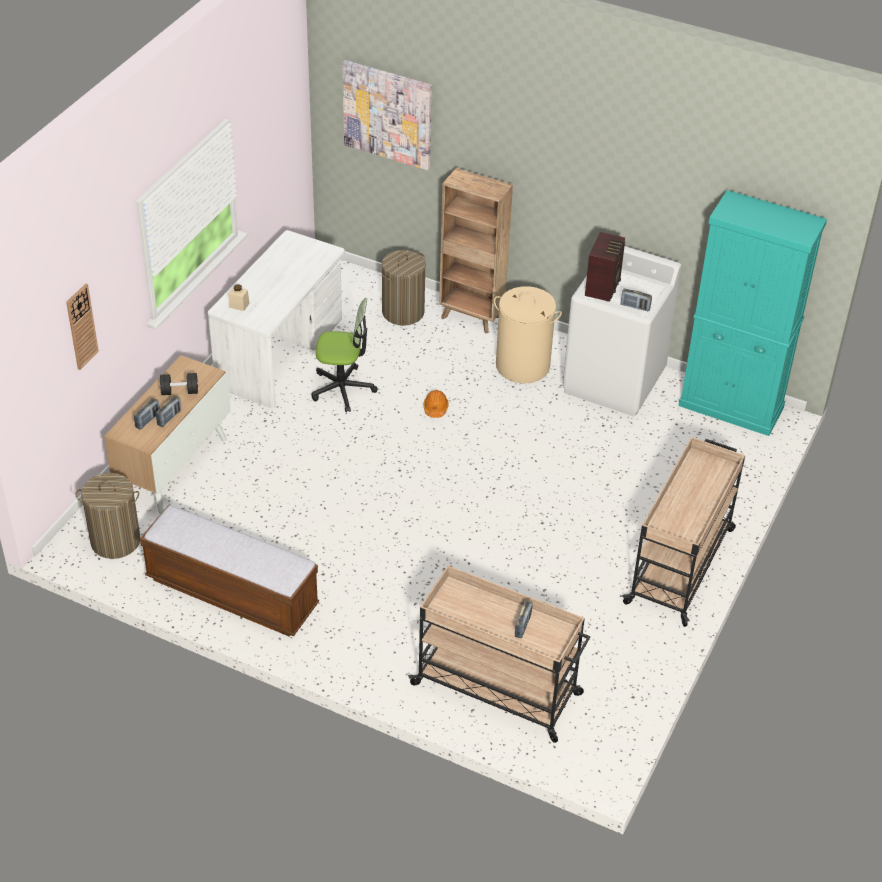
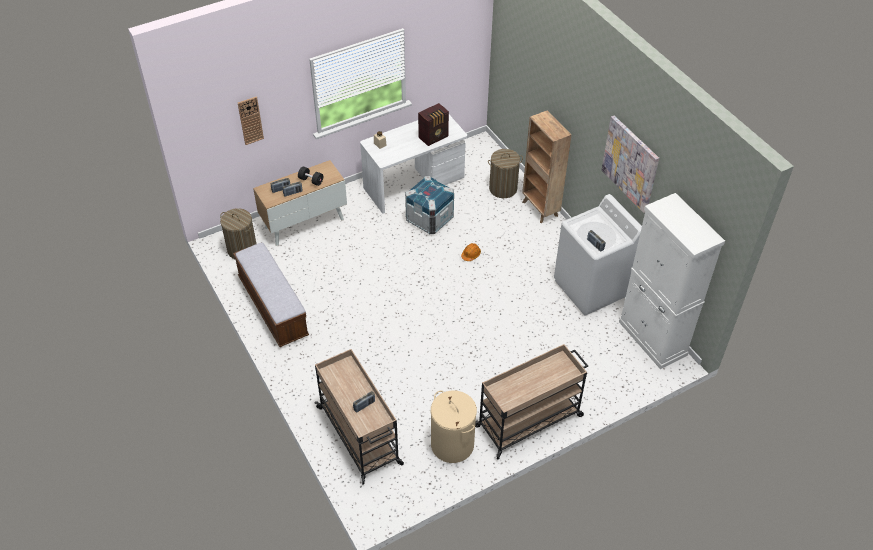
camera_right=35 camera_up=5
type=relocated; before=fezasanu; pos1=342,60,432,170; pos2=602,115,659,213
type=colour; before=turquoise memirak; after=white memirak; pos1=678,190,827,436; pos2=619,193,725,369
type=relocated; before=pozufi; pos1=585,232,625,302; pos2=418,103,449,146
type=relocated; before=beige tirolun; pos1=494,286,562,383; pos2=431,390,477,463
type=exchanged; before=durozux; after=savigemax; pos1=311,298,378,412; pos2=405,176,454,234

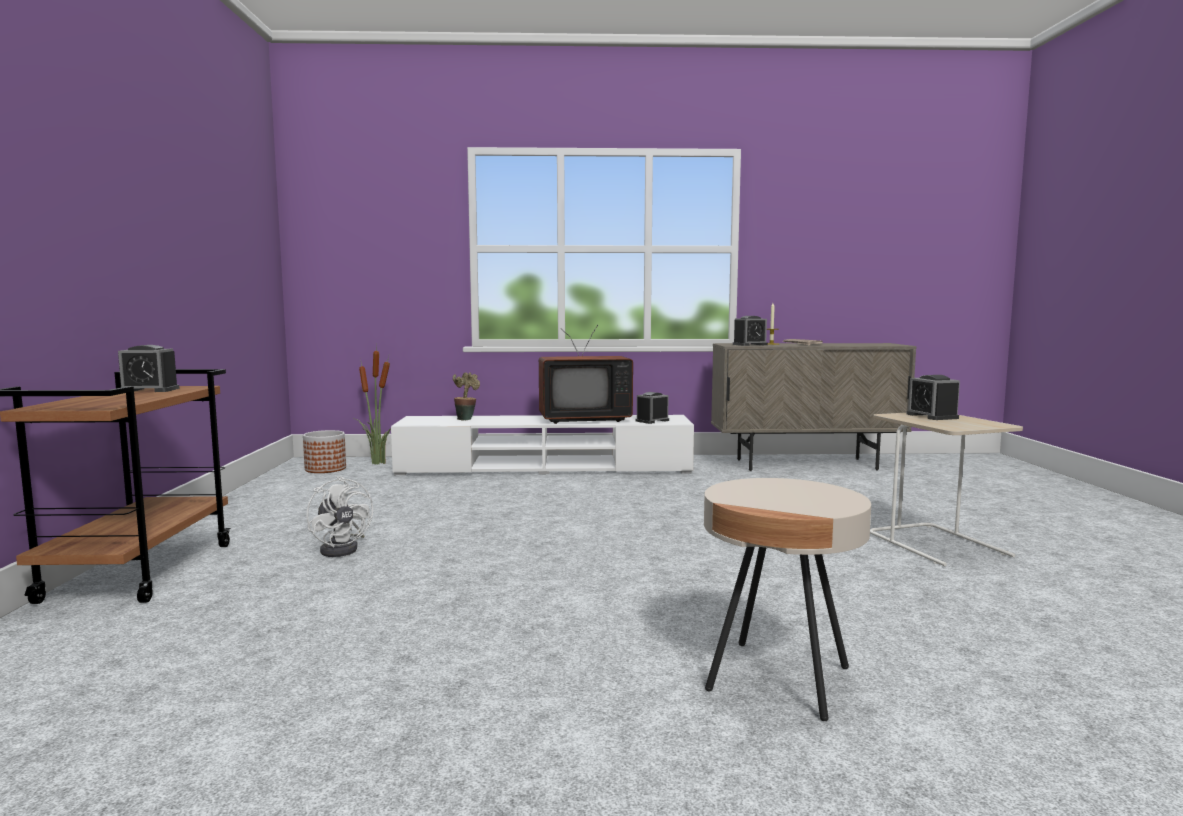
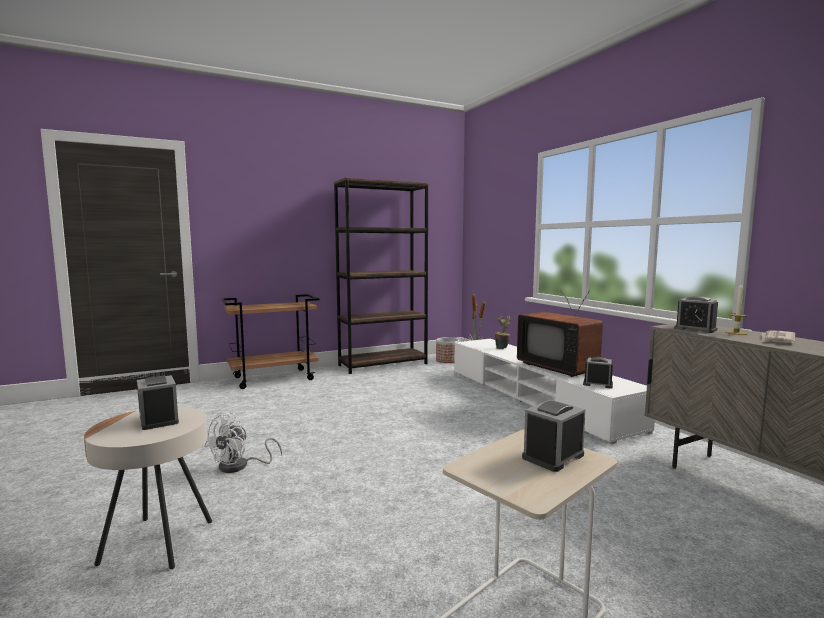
camera_right=65 camera_up=0
type=relocated; before=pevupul; pos1=118,345,179,392; pos2=137,375,179,430
type=relocated; before=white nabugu; pos1=306,476,373,557; pos2=204,413,282,473
type=appeared; after=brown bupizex; pos2=334,177,429,374

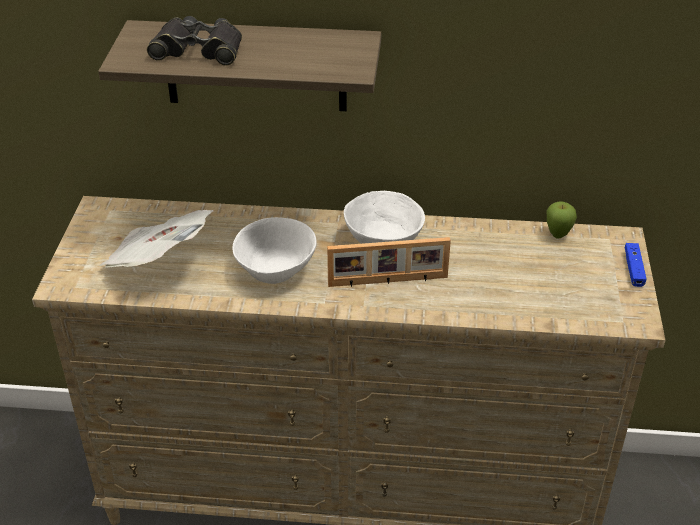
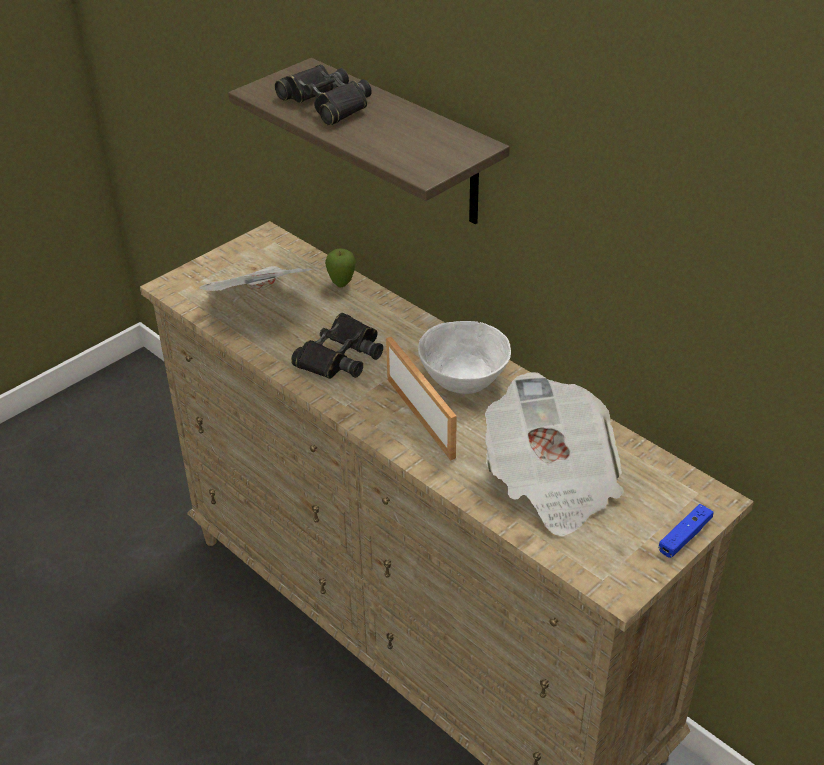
camera_right=40 camera_up=0
type=relocated; before=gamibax; pos1=547,201,577,239; pos2=325,248,356,287
type=exchanged; before=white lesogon; after=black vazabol; pos1=232,217,317,284; pos2=291,313,383,379
type=spun; before=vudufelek; pos1=327,237,451,287; pos2=386,337,457,461; turn=-150
type=appeared; after=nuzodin; pos2=485,372,624,537

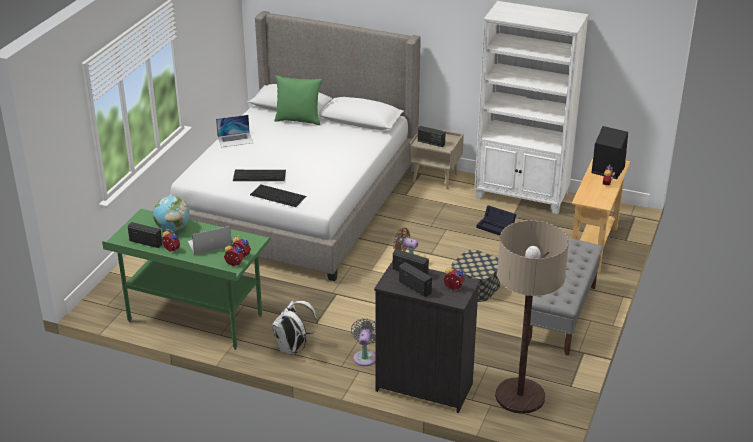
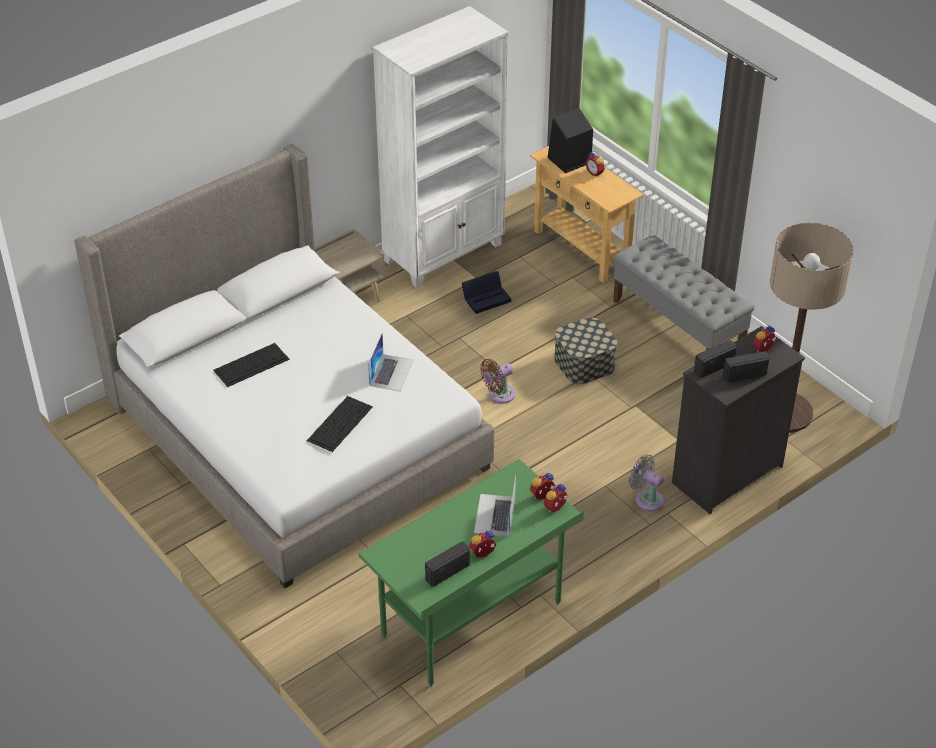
camera_right=-60 camera_up=10
type=missing; before=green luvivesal; pos1=274,75,322,125
type=relocated; before=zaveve; pos1=216,115,253,147; pos2=368,334,413,392
type=missing; before=pozufi; pos1=418,126,446,147
type=relocated; before=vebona; pos1=250,185,307,207; pos2=213,343,290,387
type=missing; before=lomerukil; pos1=153,196,189,231
type=missing; before=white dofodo; pos1=272,301,318,355

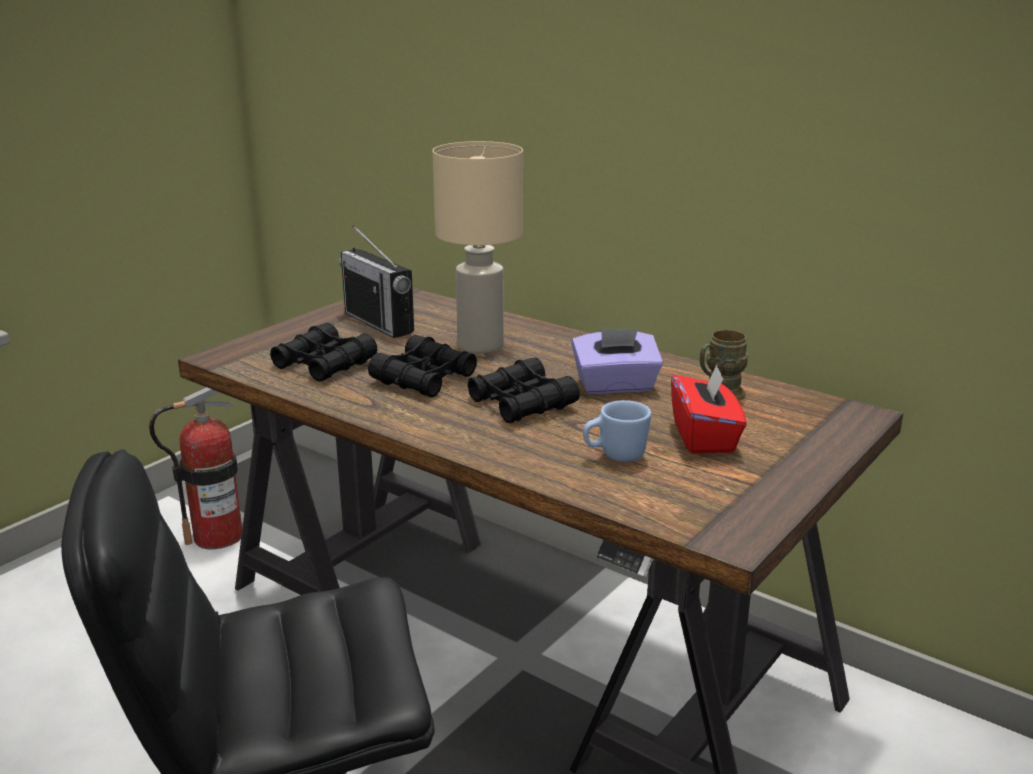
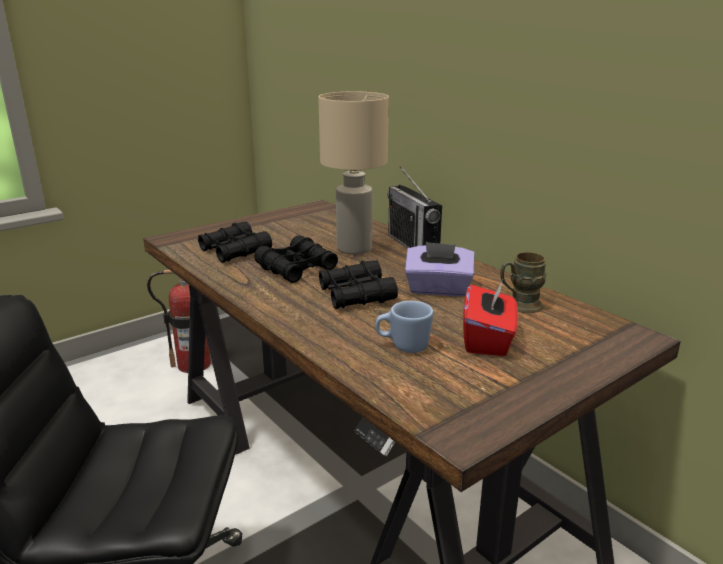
camera_right=15 camera_up=0
type=relocated; before=pozufi; pos1=339,225,414,338; pos2=387,166,442,248

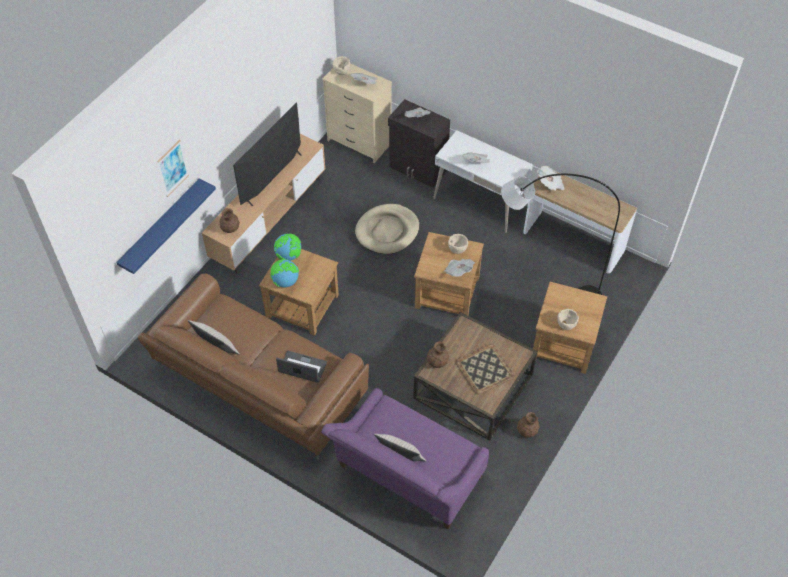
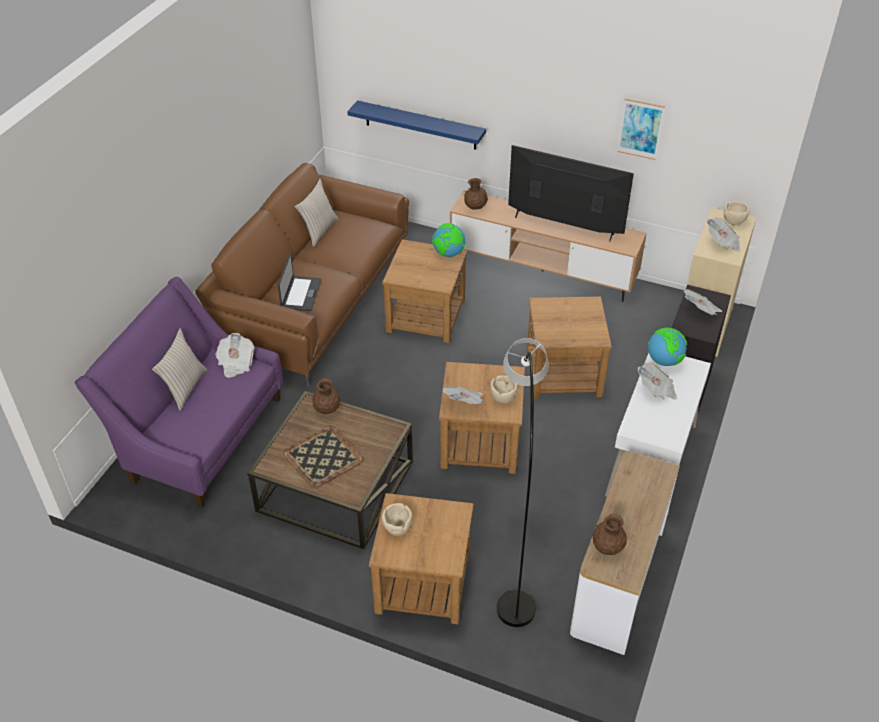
camera_right=80 camera_up=-10
type=relocated; before=fezasanu; pos1=157,140,189,197; pos2=617,98,665,160
type=relocated; before=nuzodin; pos1=537,166,565,191; pos2=216,333,254,378
type=exchanged; before=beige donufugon; after=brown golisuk; pos1=355,204,419,254; pos2=527,296,612,399
type=relocated; before=lomerukil; pos1=270,259,299,288; pos2=648,328,687,366
type=relocated; before=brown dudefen; pos1=517,412,540,438; pos2=592,514,627,555

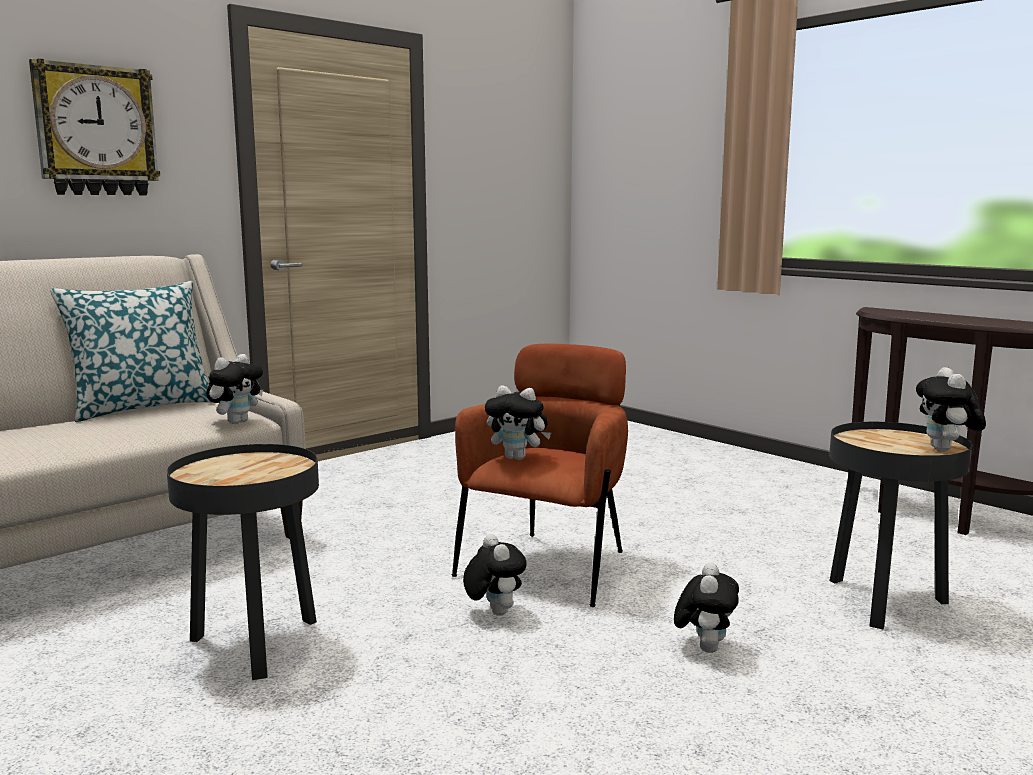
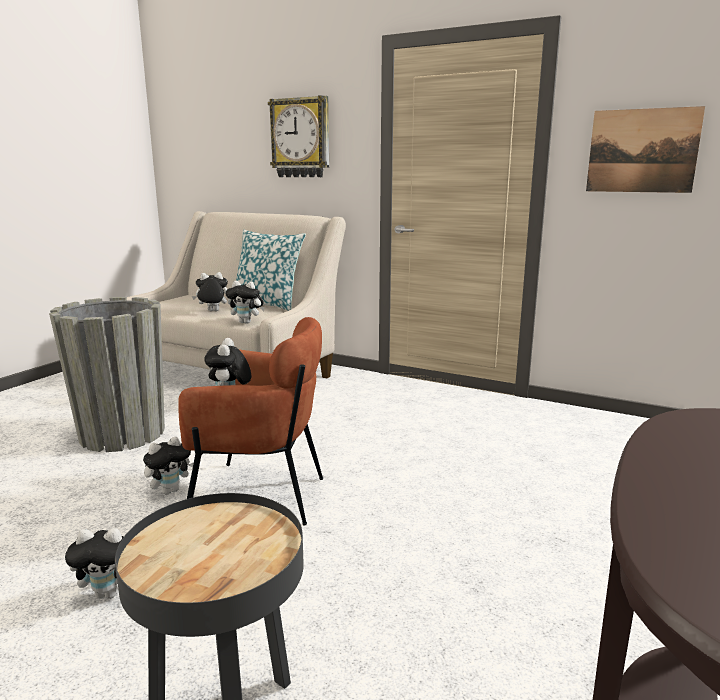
camera_right=70 camera_up=5
type=relocated; before=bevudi; pos1=916,367,986,452; pos2=192,272,228,311
type=exchanged; before=black golisuk; after=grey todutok; pos1=167,444,319,680; pos2=49,297,165,452
type=appeared; after=fezasanu; pos2=586,106,705,193

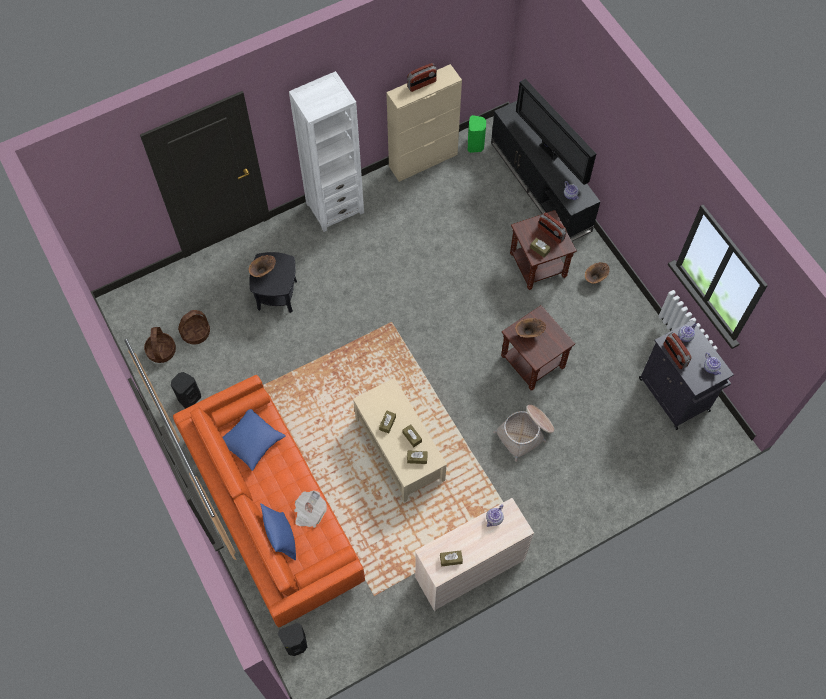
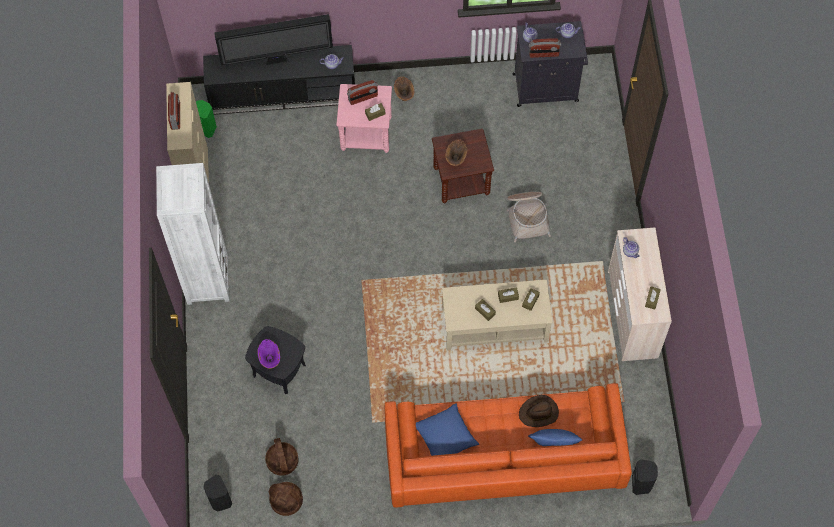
camera_right=-65 camera_up=0
type=colour; before=brown golisuk; after=pink golisuk; pos1=510,210,577,290; pos2=336,84,392,153
type=colour; before=brown dudefen; after=purple dudefen; pos1=249,255,276,278; pos2=257,339,280,369
type=relocated; before=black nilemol; pos1=171,372,201,409; pos2=203,475,232,512
type=exchanged; before=nuzodin; after=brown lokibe; pos1=294,491,327,528; pos2=519,395,559,427

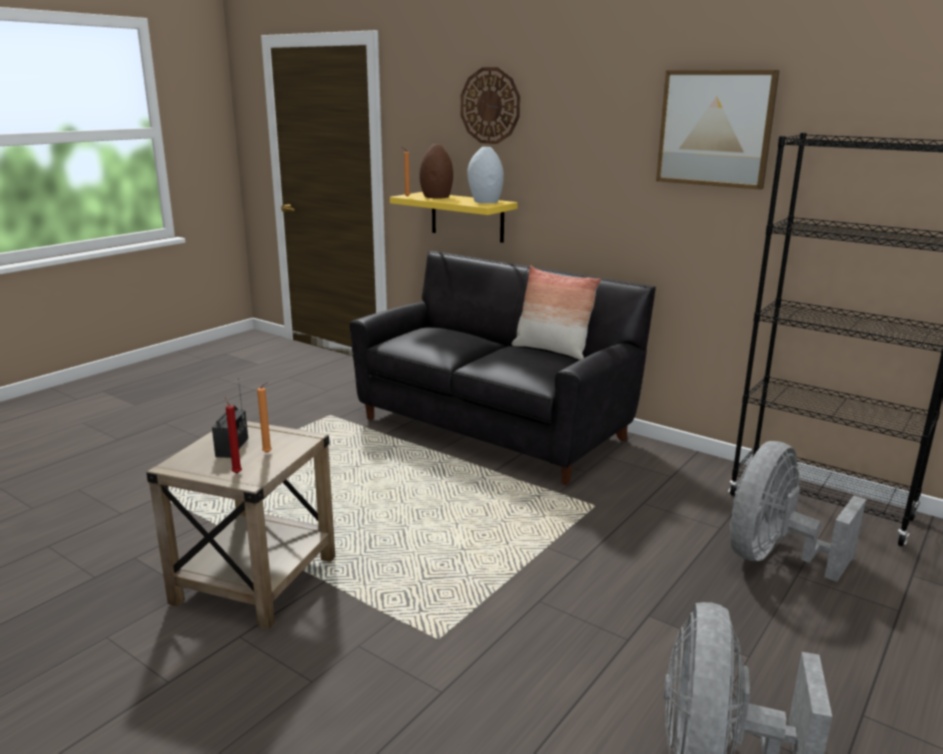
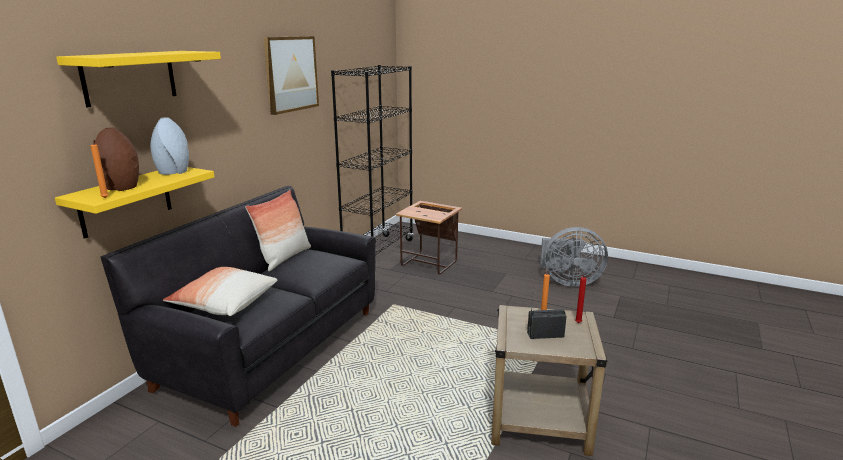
camera_right=-100 camera_up=0
type=exchanged; before=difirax; after=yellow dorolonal; pos1=460,67,520,144; pos2=56,51,221,108
type=exchanged; before=grey nabugu; after=golisuk; pos1=730,441,866,582; pos2=396,201,462,274
type=appeared; after=luvivesal; pos2=163,267,278,316

